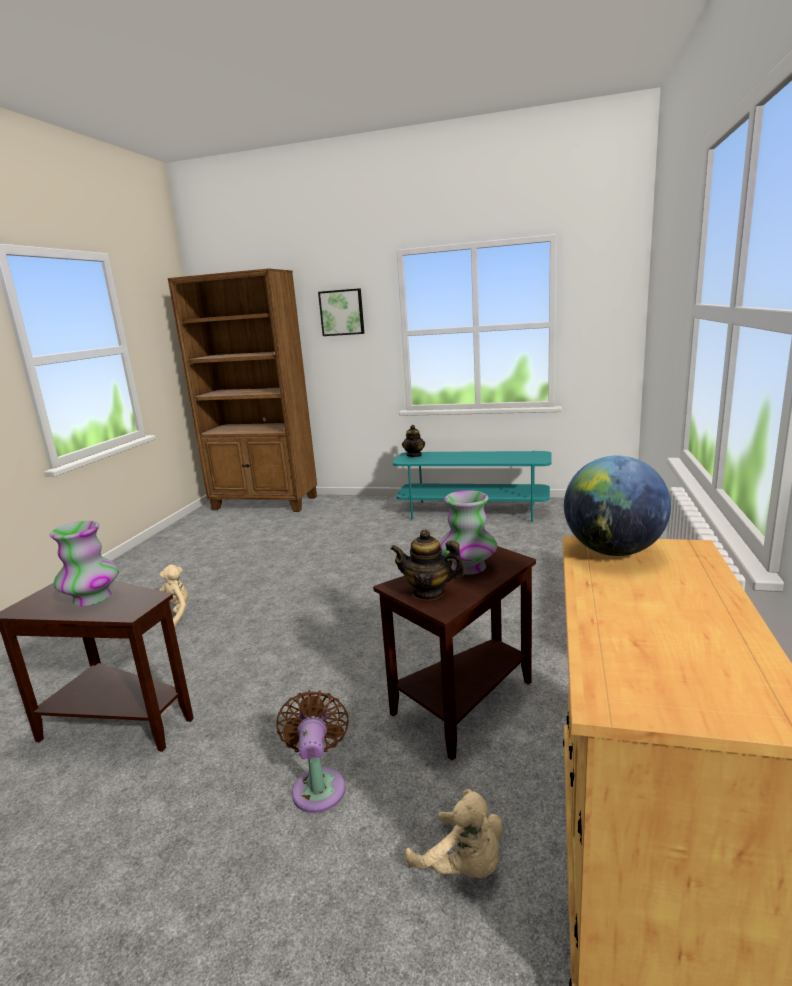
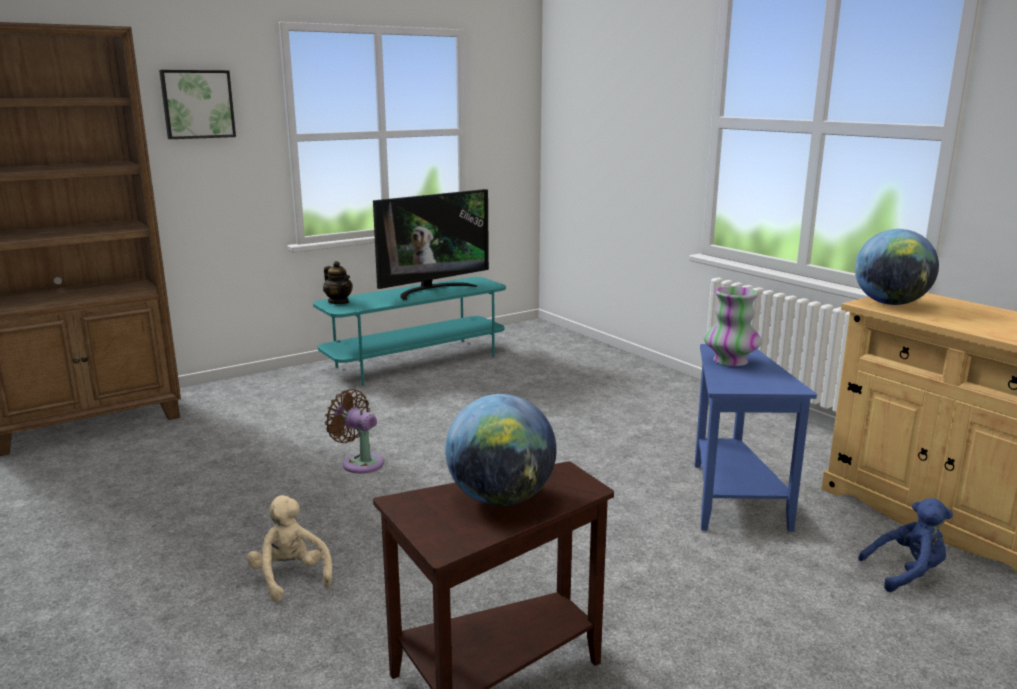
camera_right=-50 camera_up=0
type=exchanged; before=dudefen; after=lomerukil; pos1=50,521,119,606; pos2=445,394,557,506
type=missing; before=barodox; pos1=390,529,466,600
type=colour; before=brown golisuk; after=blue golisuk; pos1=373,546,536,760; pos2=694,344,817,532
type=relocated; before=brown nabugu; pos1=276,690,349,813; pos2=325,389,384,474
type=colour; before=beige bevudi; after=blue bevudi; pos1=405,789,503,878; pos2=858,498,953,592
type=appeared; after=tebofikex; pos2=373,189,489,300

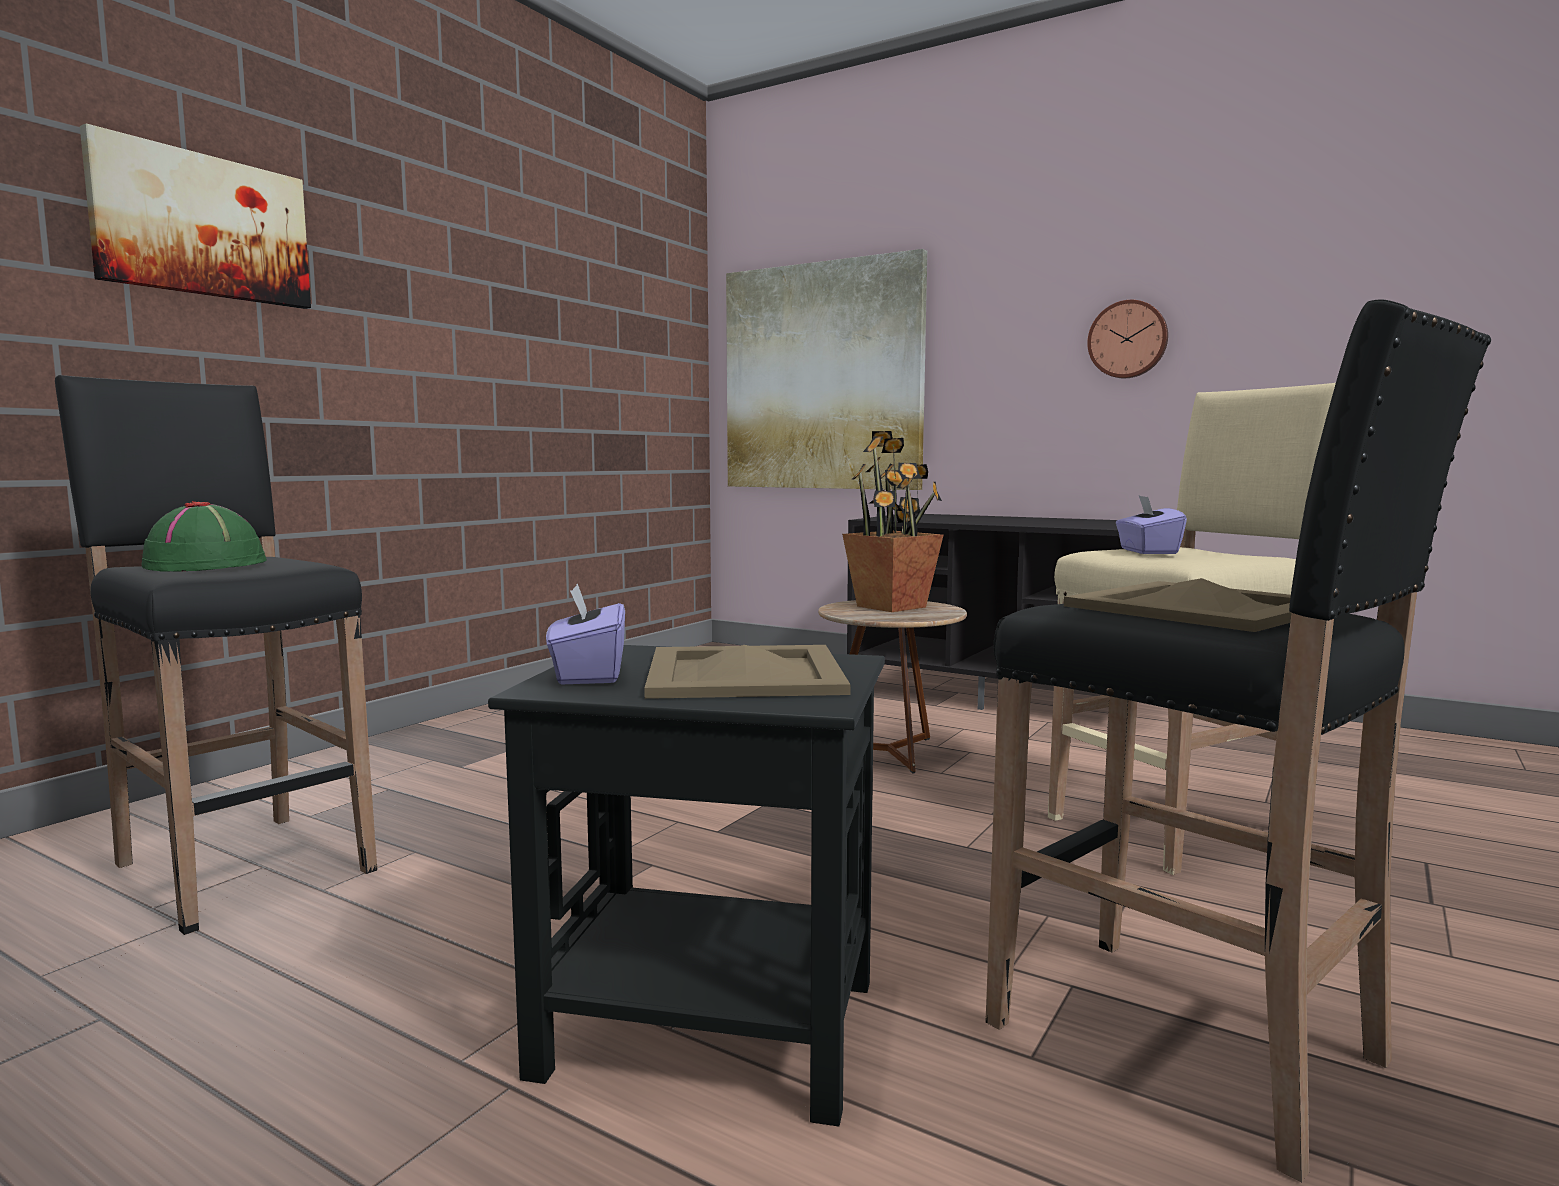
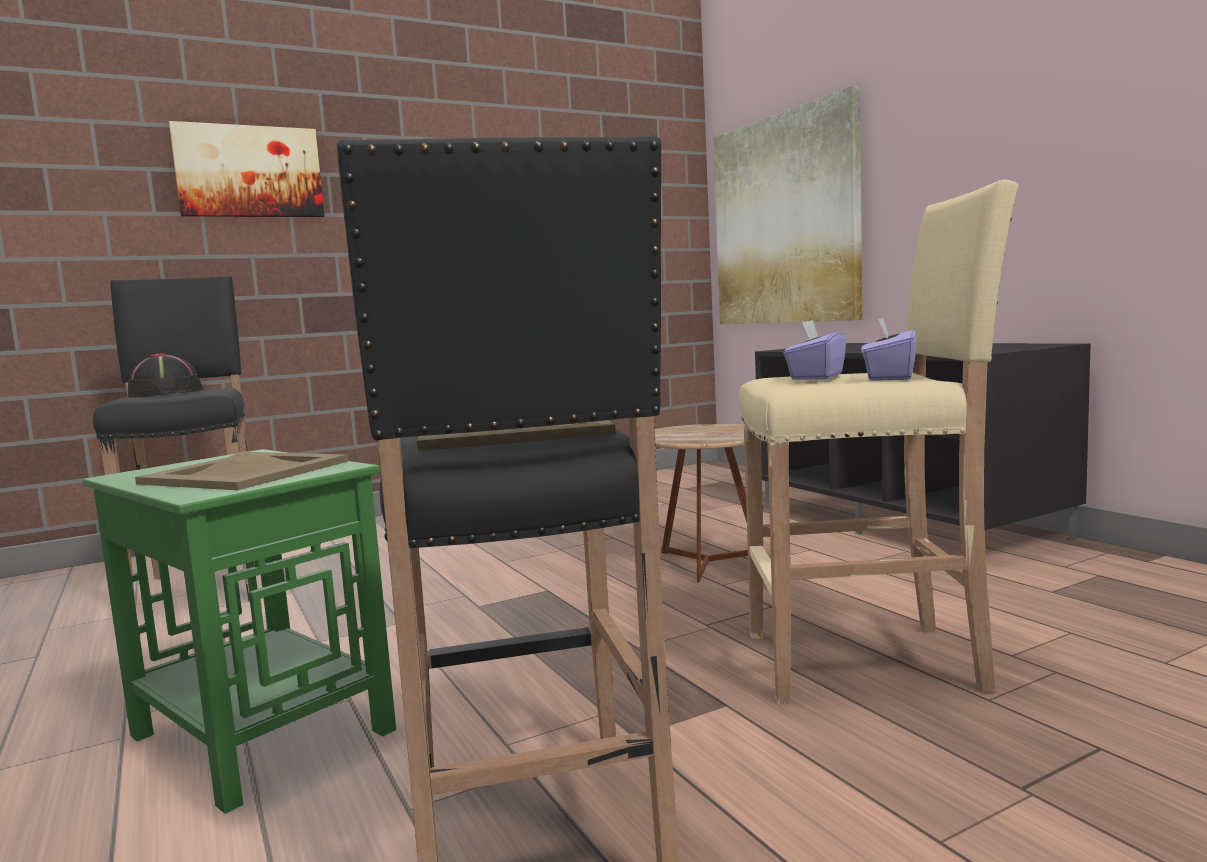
camera_right=30 camera_up=0
type=missing; before=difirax; pos1=1087,300,1168,378
type=missing; before=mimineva; pos1=842,431,943,612
type=colour; before=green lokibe; after=black lokibe; pos1=140,501,267,572; pos2=128,353,203,397
type=relocated; before=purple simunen; pos1=546,583,625,684; pos2=861,317,917,381
type=colour; before=black golisuk; after=green golisuk; pos1=488,645,885,1127; pos2=83,449,396,814

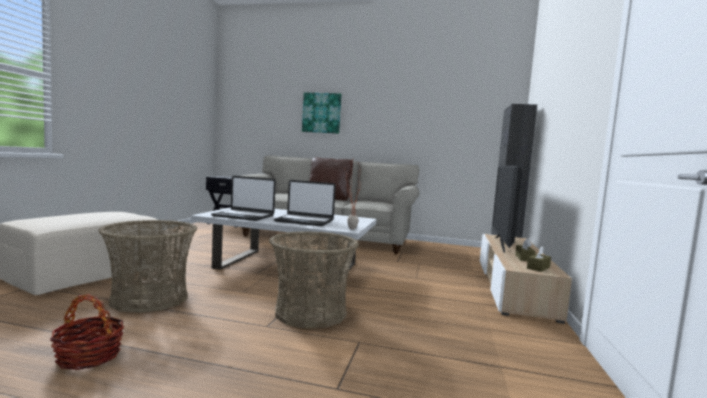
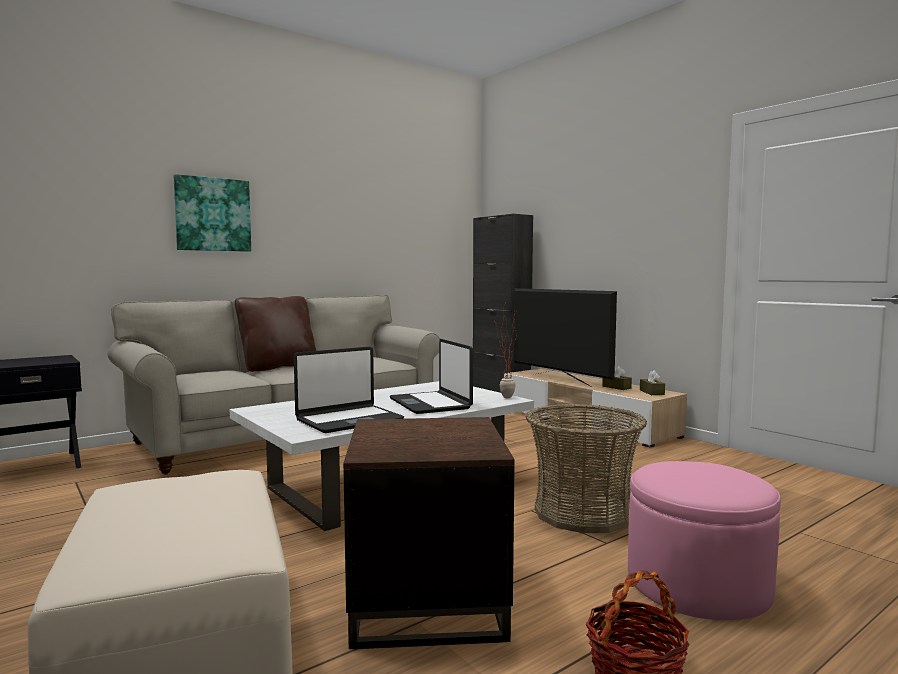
camera_right=-50 camera_up=0
type=spun; before=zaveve; pos1=274,180,336,226; pos2=390,339,473,414; turn=105
type=exchanged; before=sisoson; after=brown golisuk; pos1=99,220,197,313; pos2=343,417,515,649
type=appeared; after=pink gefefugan; pos2=628,461,781,620

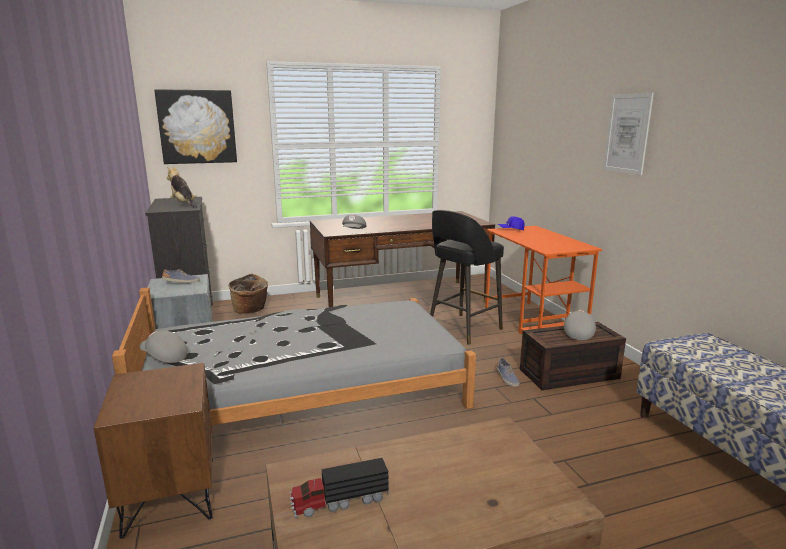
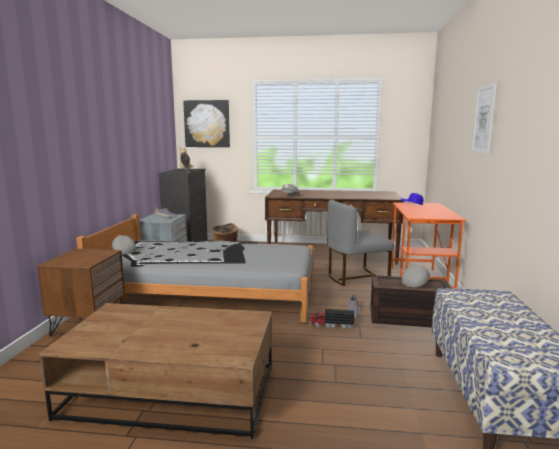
camera_right=25 camera_up=-5
type=exchanged; before=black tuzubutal; after=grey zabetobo; pos1=430,210,504,345; pos2=327,200,394,286
type=relocated; before=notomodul; pos1=289,458,389,518; pos2=310,309,354,329

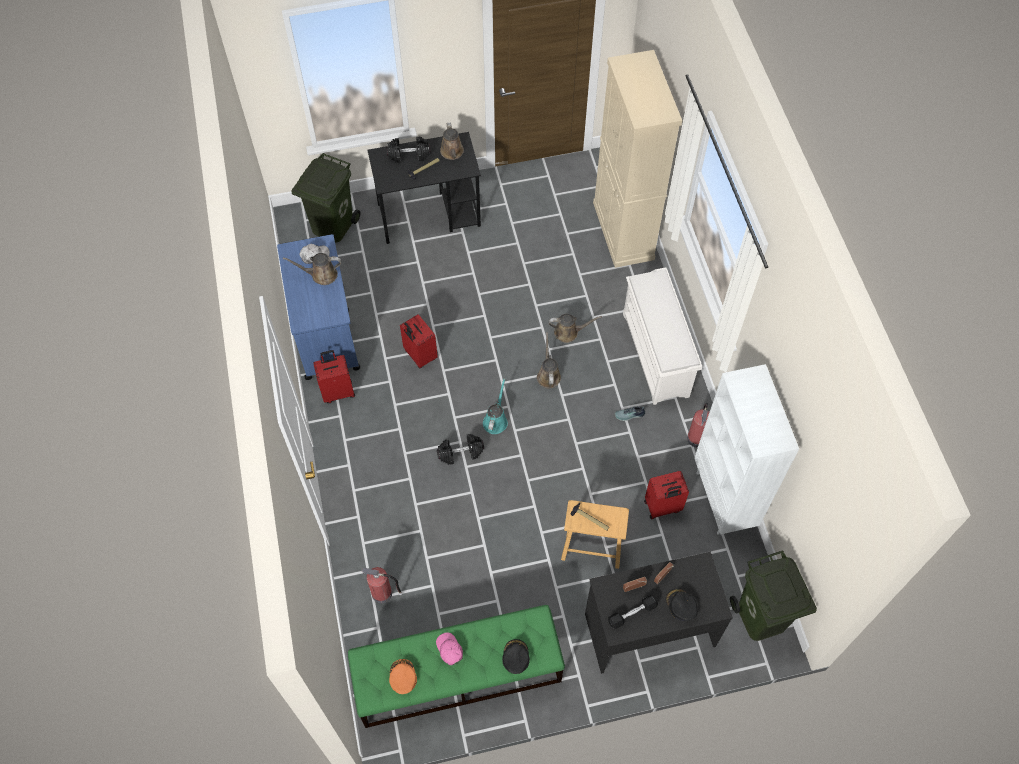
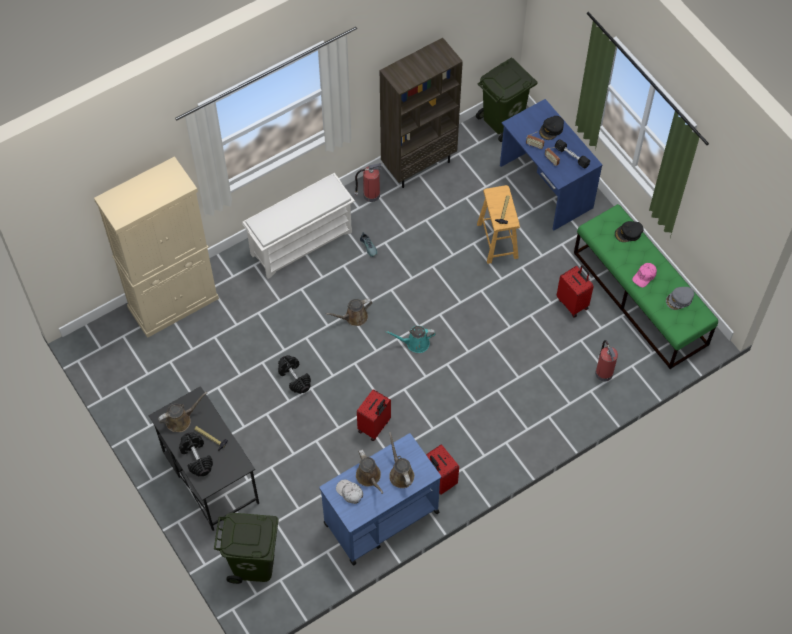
camera_right=-110 camera_up=0
type=relocated; before=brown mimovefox; pos1=549,314,602,343; pos2=389,432,414,488
type=colour; before=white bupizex; after=brown bupizex; pos1=694,364,799,535; pos2=380,38,463,188
type=relocated; before=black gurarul; pos1=437,434,484,465; pos2=278,355,311,394
type=relocated; before=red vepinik; pos1=644,471,689,519; pos2=557,265,594,317
type=colour; before=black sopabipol; after=blue sopabipol; pos1=585,552,733,674; pos2=500,99,602,230
type=colour; before=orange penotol; after=grey penotol; pos1=389,659,417,694; pos2=666,287,694,310

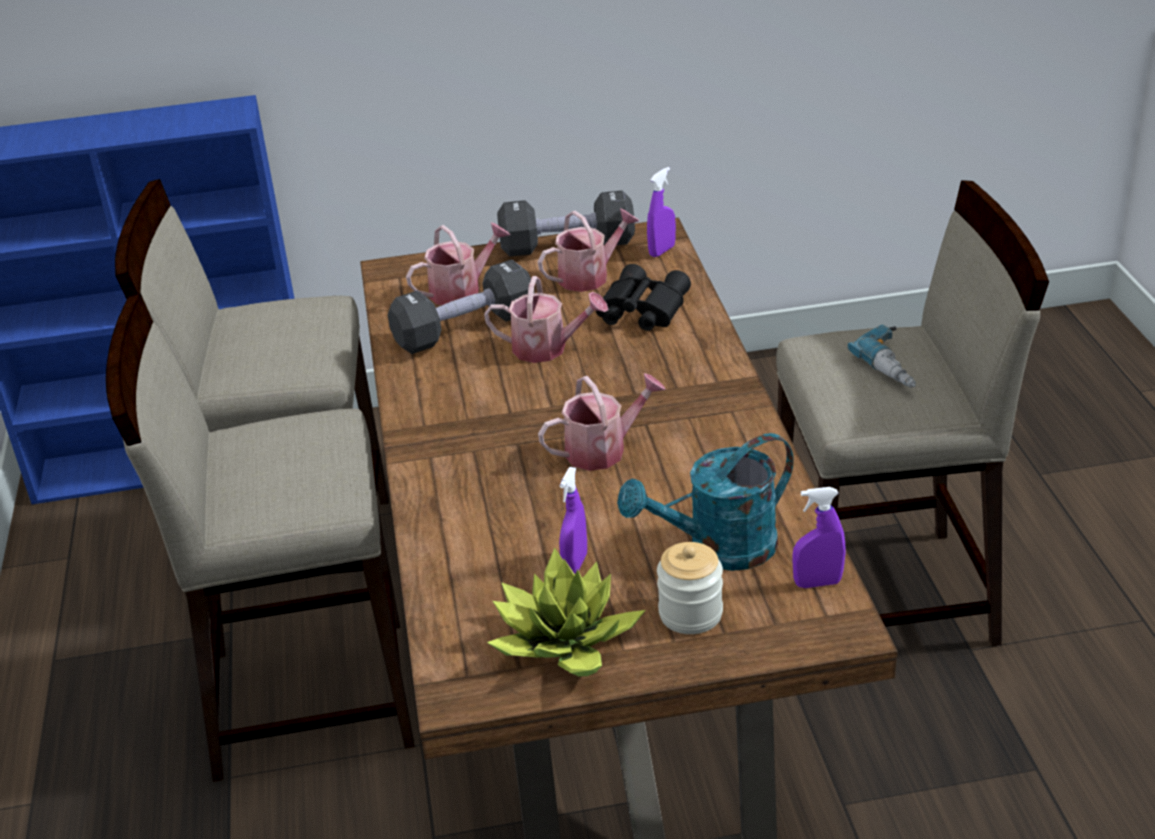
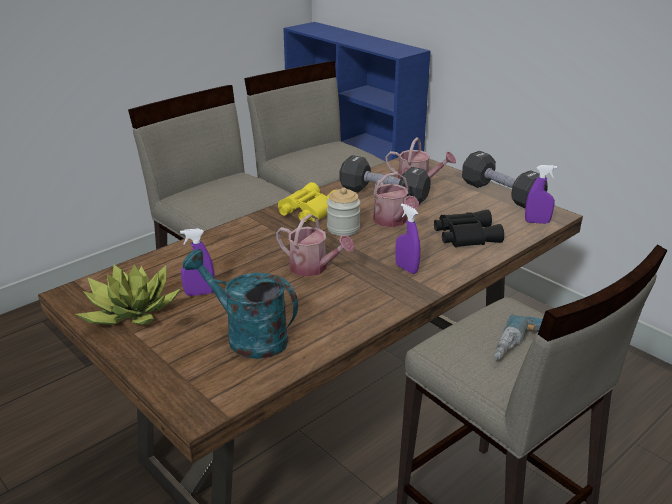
camera_right=55 camera_up=-5
type=missing; before=mimovefox; pos1=537,209,639,292
type=relocated; before=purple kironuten; pos1=792,487,846,588; pos2=395,203,420,274
type=relocated; before=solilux; pos1=657,542,723,634; pos2=327,188,360,236
type=appeared; after=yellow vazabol; pos2=278,182,335,222

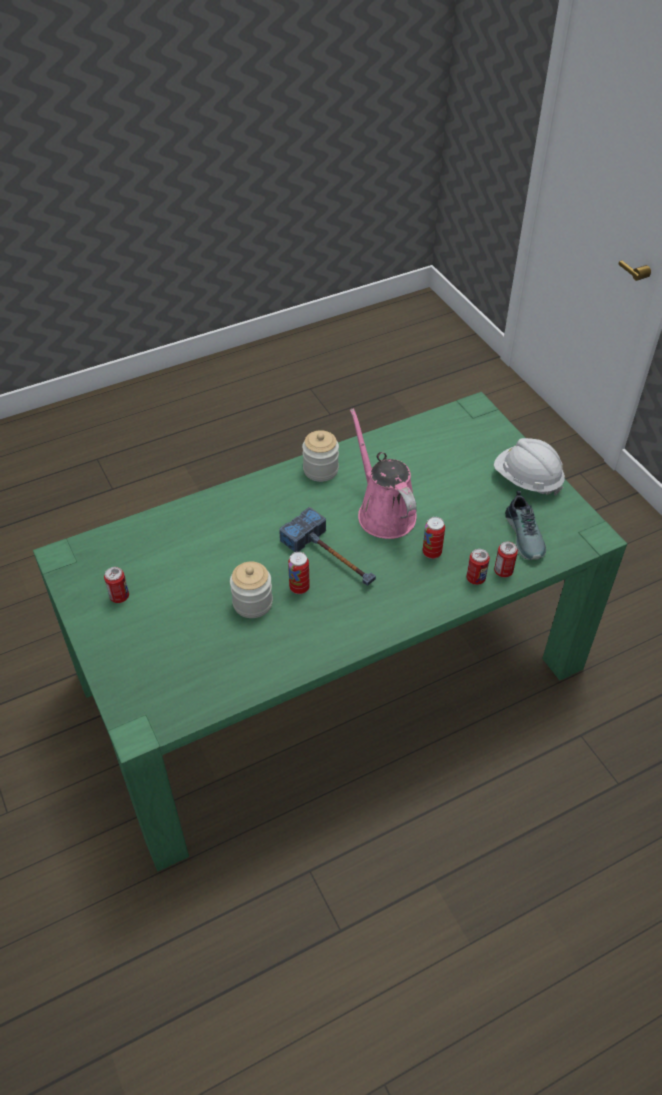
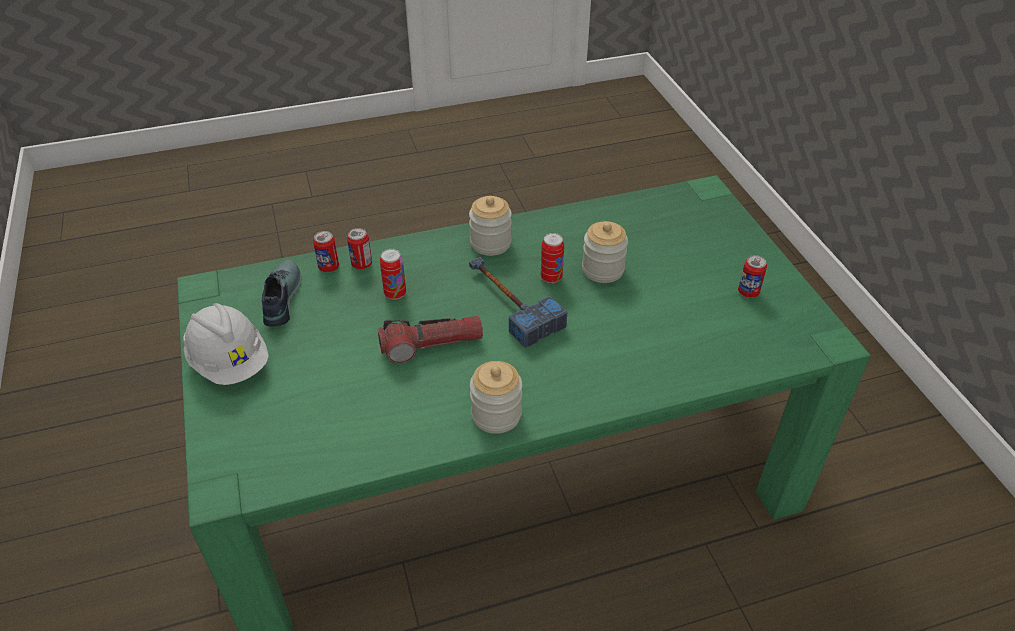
camera_right=-170 camera_up=-5
type=exchanged; before=pink mimovefox; after=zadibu; pos1=350,408,417,539; pos2=378,316,483,364
type=appeared; after=solilux; pos2=469,196,512,256

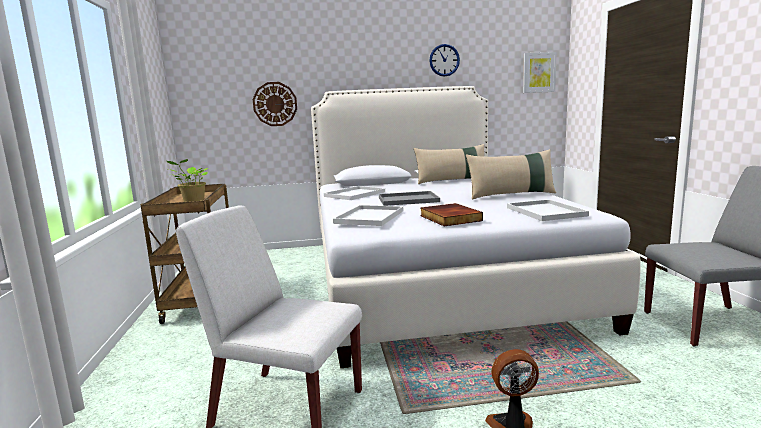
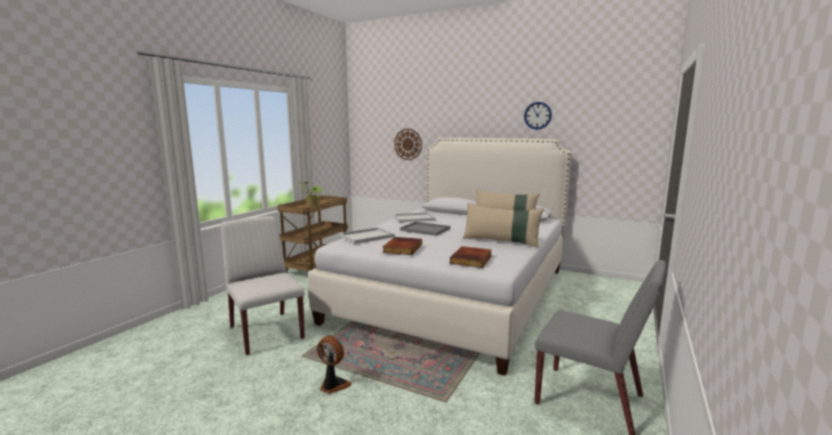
camera_right=35 camera_up=0
type=missing; before=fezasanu; pos1=523,52,557,93
type=exchanged; before=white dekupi; after=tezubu; pos1=507,199,589,221; pos2=450,246,492,268

